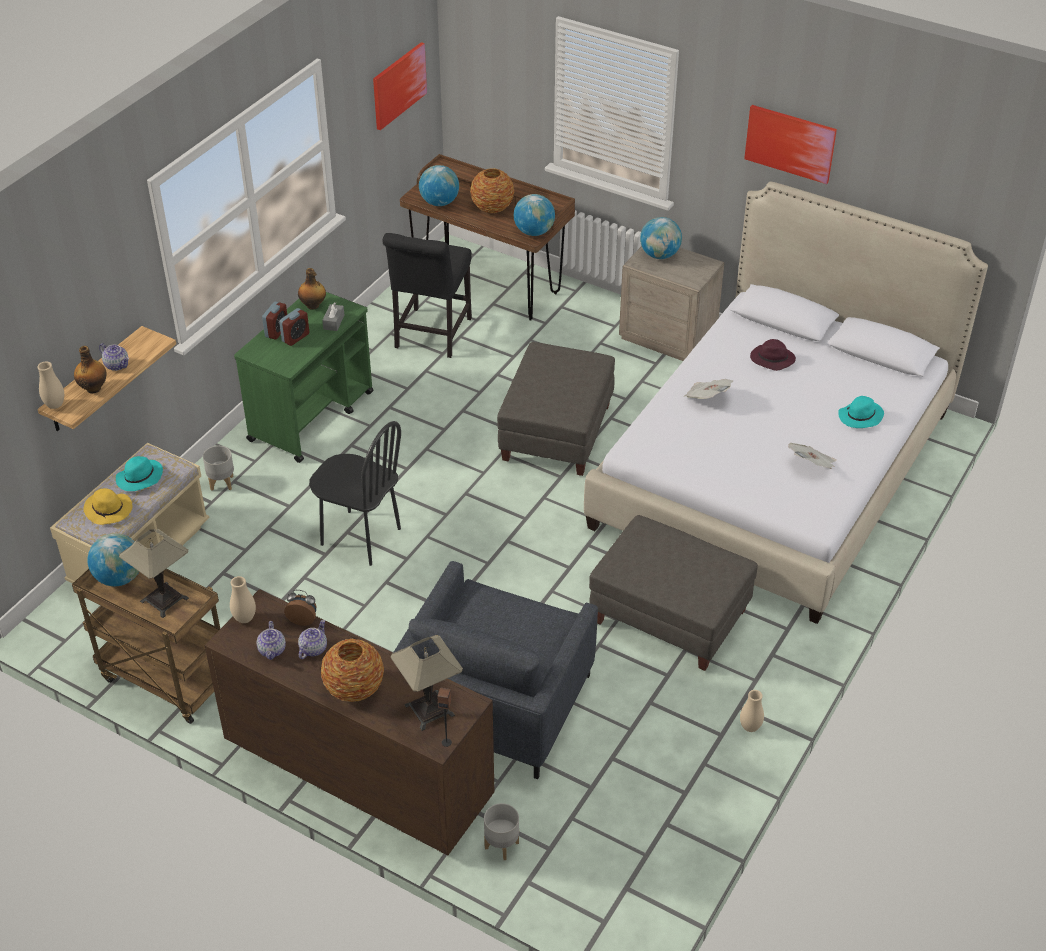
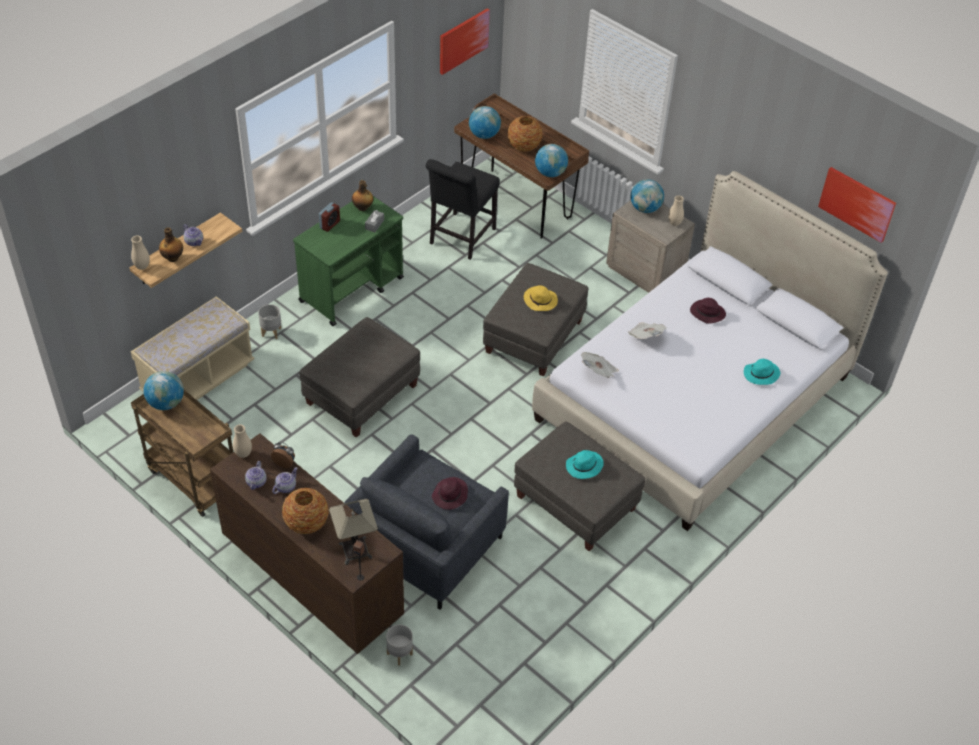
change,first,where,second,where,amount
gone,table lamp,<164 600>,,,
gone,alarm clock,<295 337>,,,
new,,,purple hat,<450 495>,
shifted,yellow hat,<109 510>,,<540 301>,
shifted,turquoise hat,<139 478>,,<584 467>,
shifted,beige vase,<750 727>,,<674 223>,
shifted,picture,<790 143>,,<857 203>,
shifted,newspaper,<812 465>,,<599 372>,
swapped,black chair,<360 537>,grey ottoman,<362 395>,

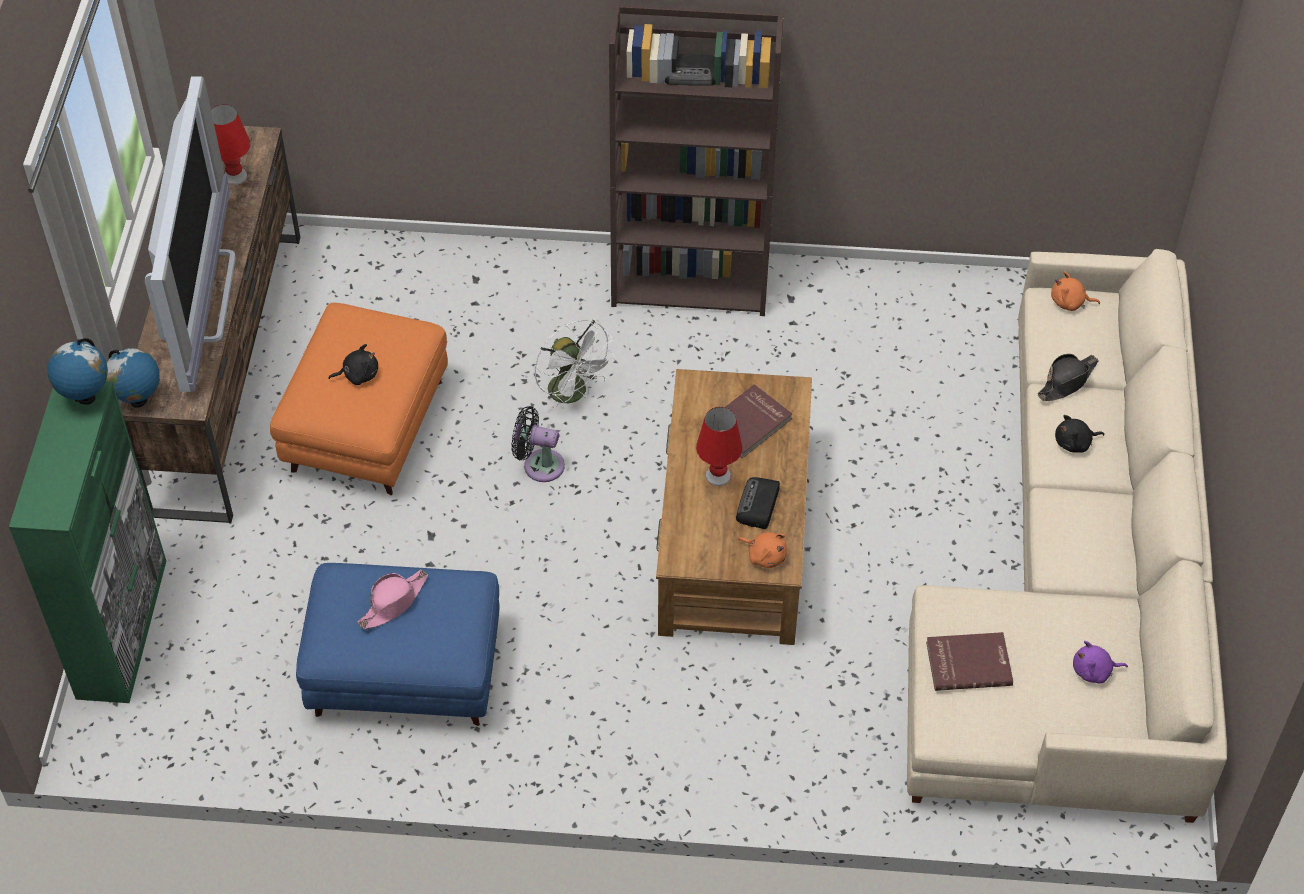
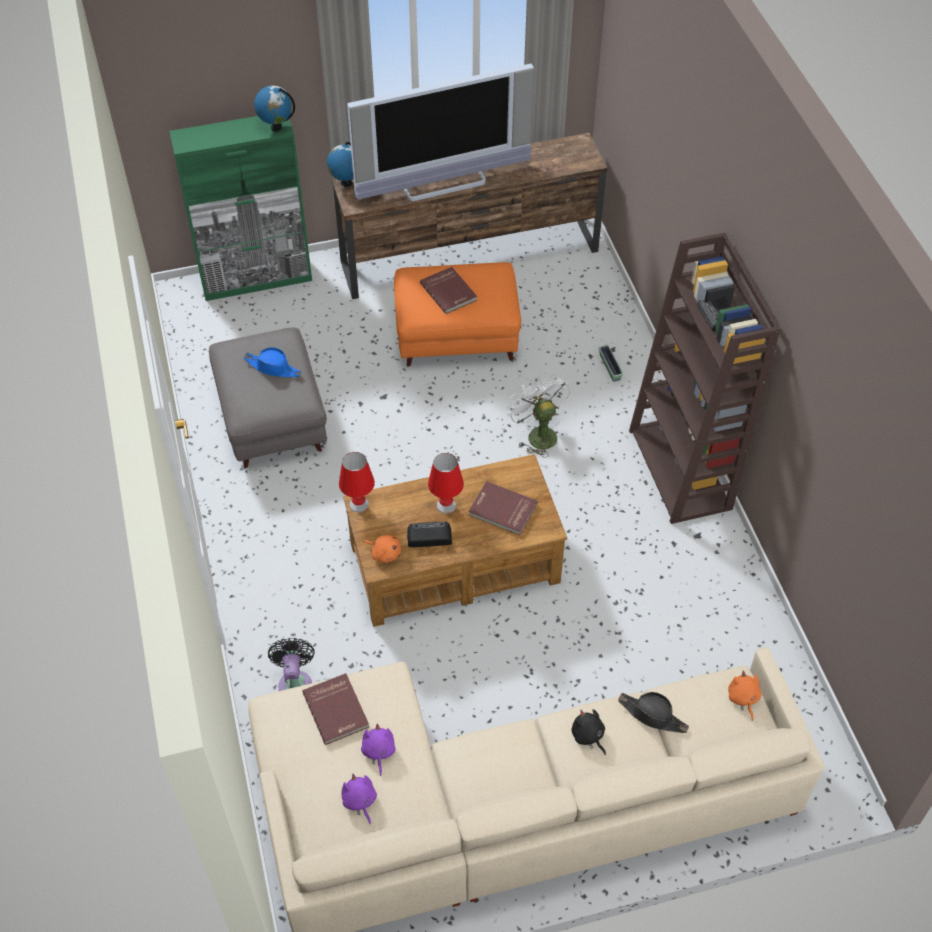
change,first,where,second,where,amount
new,,,purple plush toy,<378 752>,
new,,,planter,<609 367>,
shifted,red table lamp,<235 176>,,<358 504>,
shifted,black fan,<539 465>,,<295 682>,
swapped,black plush toy,<358 374>,red book,<449 292>,
repainted,blue ottoman,<404 673>,grey ottoman,<271 418>,
repainted,pink hat,<394 602>,blue hat,<273 368>,
rotated,white fan,<574 394>,,<538 434>,120 degrees clockwise
rotated,orange plush toy,<765 556>,,<385 553>,75 degrees counterclockwise

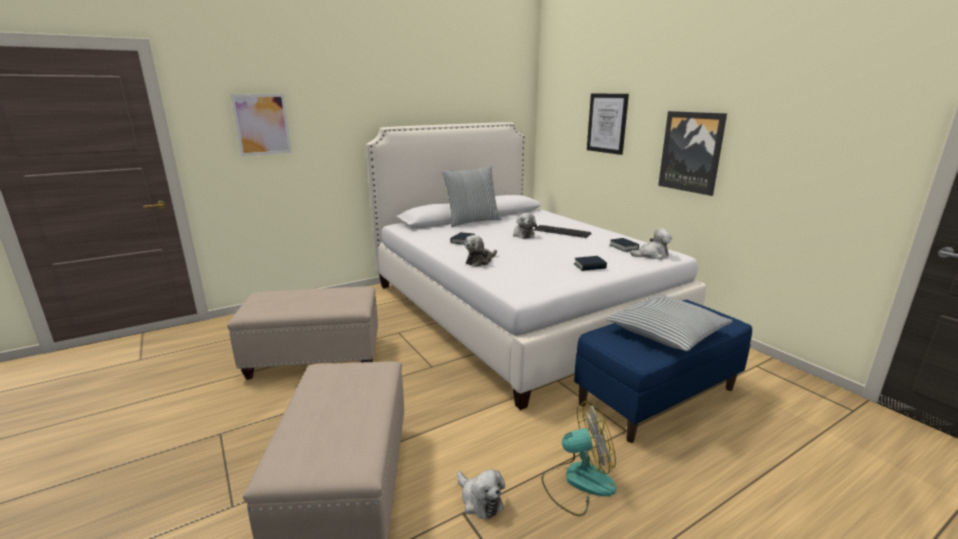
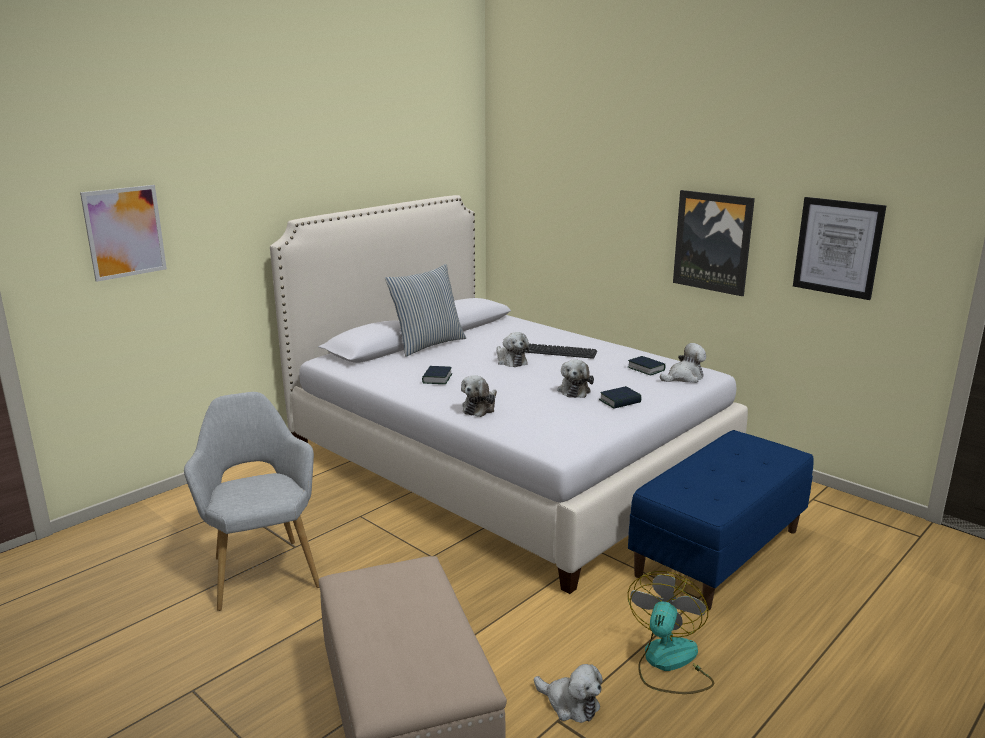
change,first,where,second,where,amount
gone,pillow,<666 332>,,,
new,,,plush toy,<574 390>,
shifted,picture,<607 123>,,<838 247>,
swapped,beige ottoman,<315 358>,grey armchair,<262 569>,
rotated,fan,<578 482>,,<668 663>,45 degrees counterclockwise

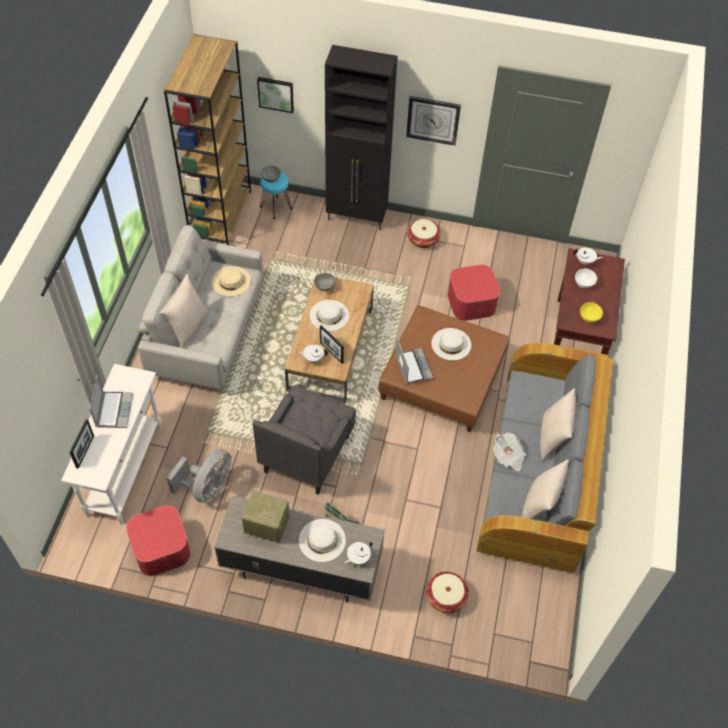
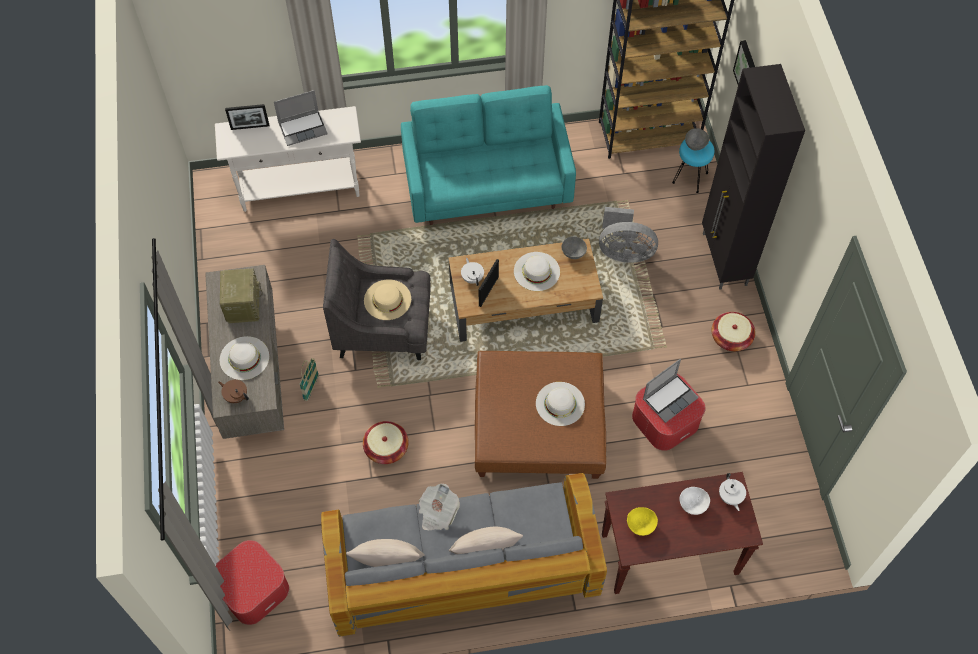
change,first,where,second,where,amount
gone,beige pillow,<187 327>,,,
gone,wall clock,<433 120>,,,
shifted,ottoman,<161 548>,,<253 588>,
shifted,grey fan,<207 487>,,<623 252>,
shifted,beige hat,<231 281>,,<387 299>,
shifted,laptop,<412 367>,,<670 398>,
shifted,basket,<446 597>,,<386 448>,
repainted,grey sofa,<208 333>,turquoise sofa,<488 187>,
repainted,white teapot,<358 558>,brown teapot,<236 396>,

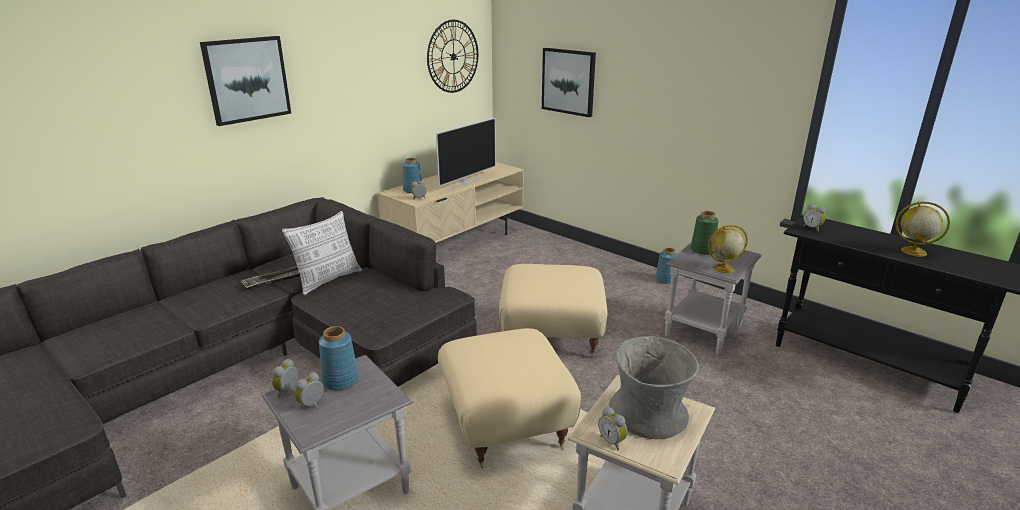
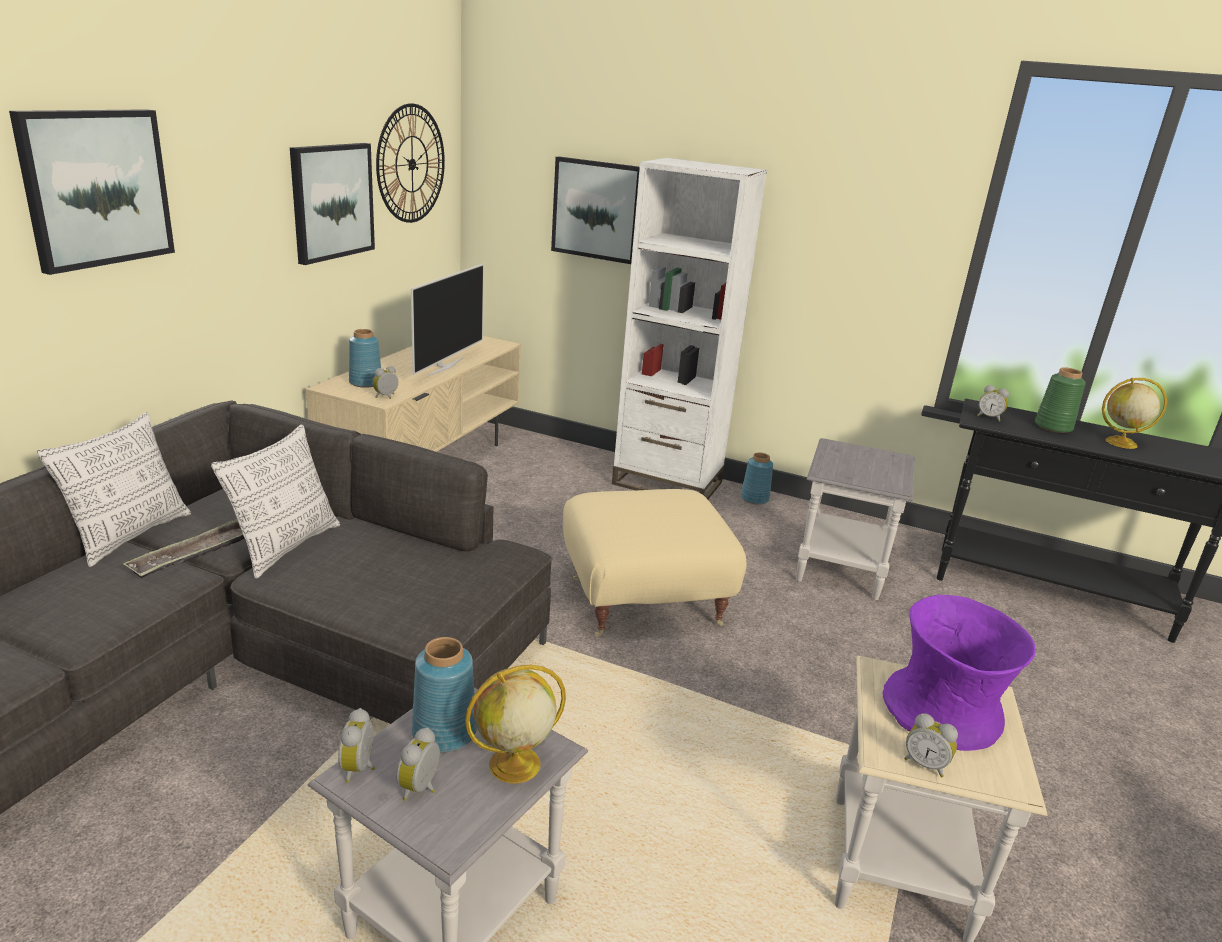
change,first,where,second,where,amount
gone,beige ottoman,<506 424>,,,
new,,,pillow,<130 535>,
new,,,picture,<332 201>,
new,,,white bookcase,<667 483>,
shifted,green vase,<702 250>,,<1052 426>,
shifted,globe,<723 269>,,<513 765>,
repainted,grey vase,<648 416>,purple vase,<943 714>,

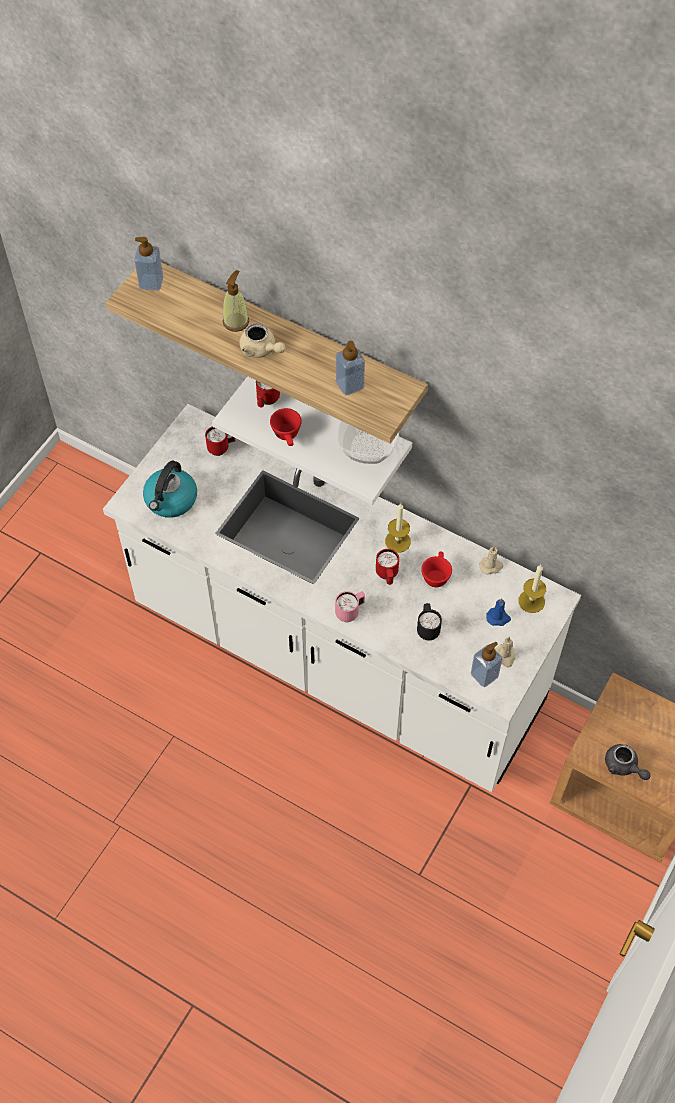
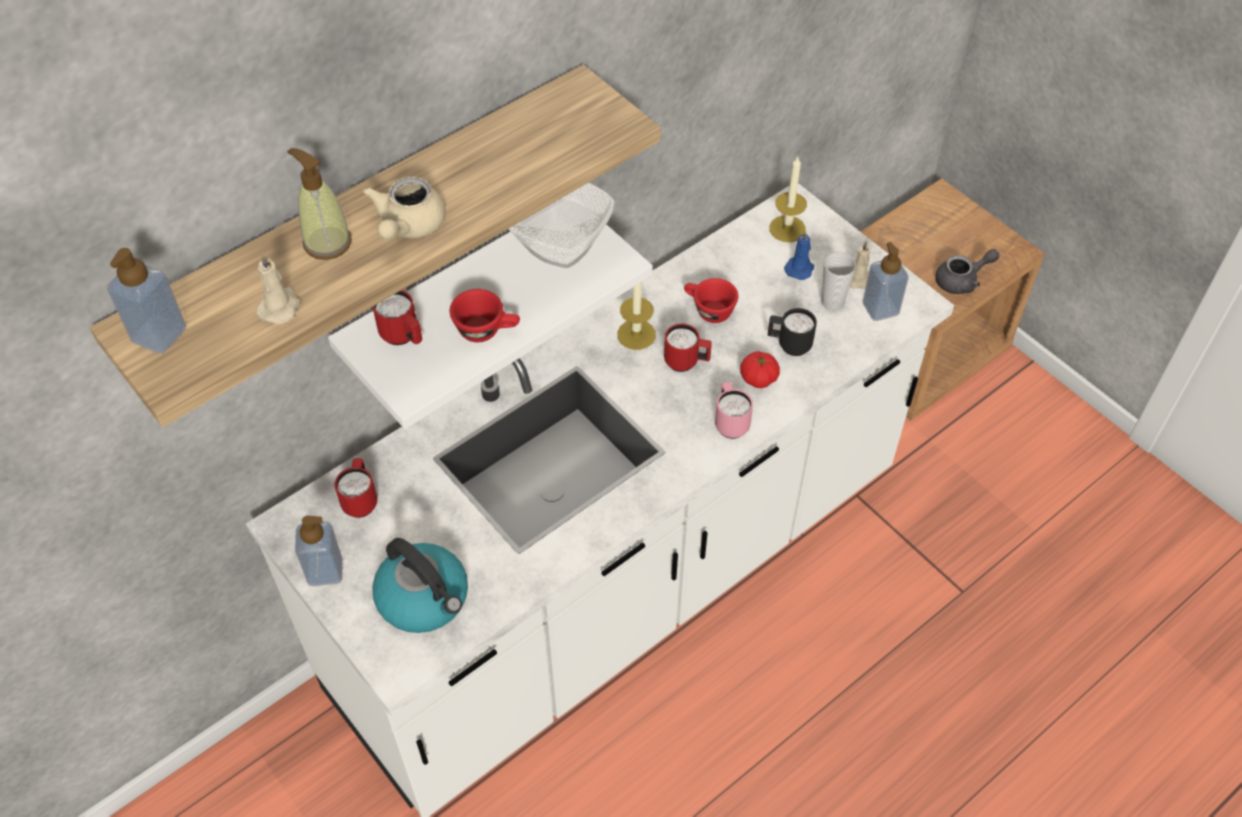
change,first,where,second,where,amount
new,,,tomato,<758 378>,
new,,,cup,<832 302>,
shifted,soap dispenser,<349 385>,,<325 571>,
shifted,beige candle,<491 566>,,<280 306>,
rotated,beige teapot,<261 350>,,<408 226>,135 degrees clockwise

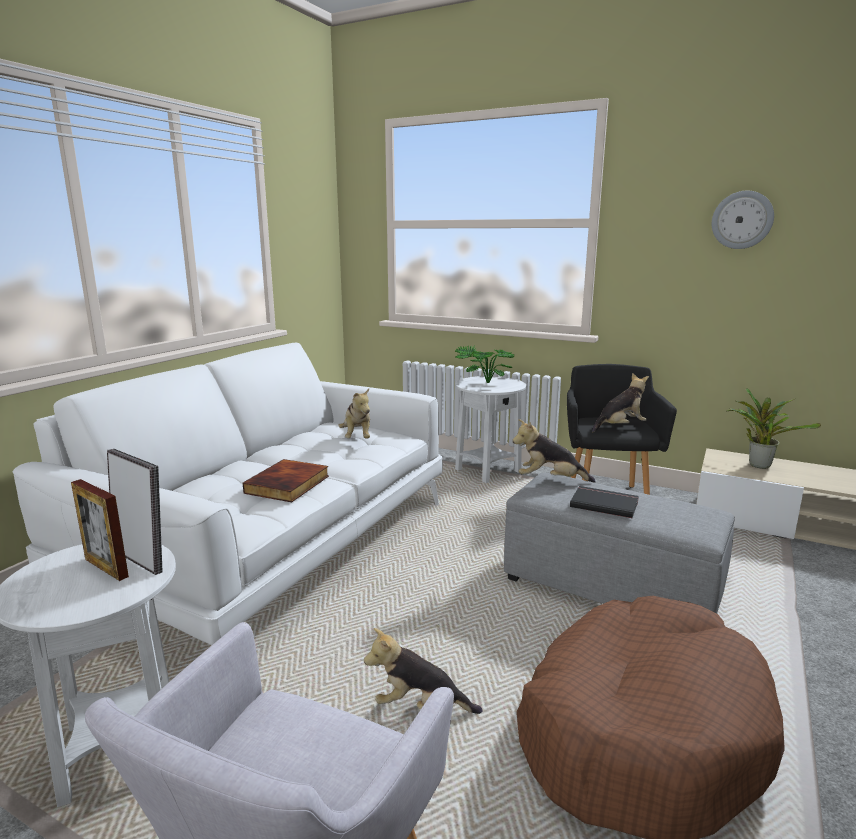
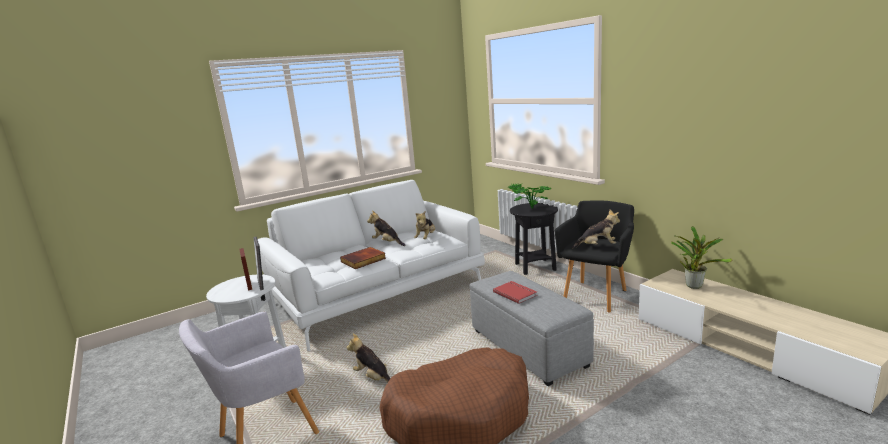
change,first,where,second,where,amount
gone,wall clock,<742 220>,,,
shifted,plush toy,<550 480>,,<387 243>,
repainted,white side table,<487 471>,black side table,<535 267>,
repainted,black book,<604 503>,red book,<515 293>,

